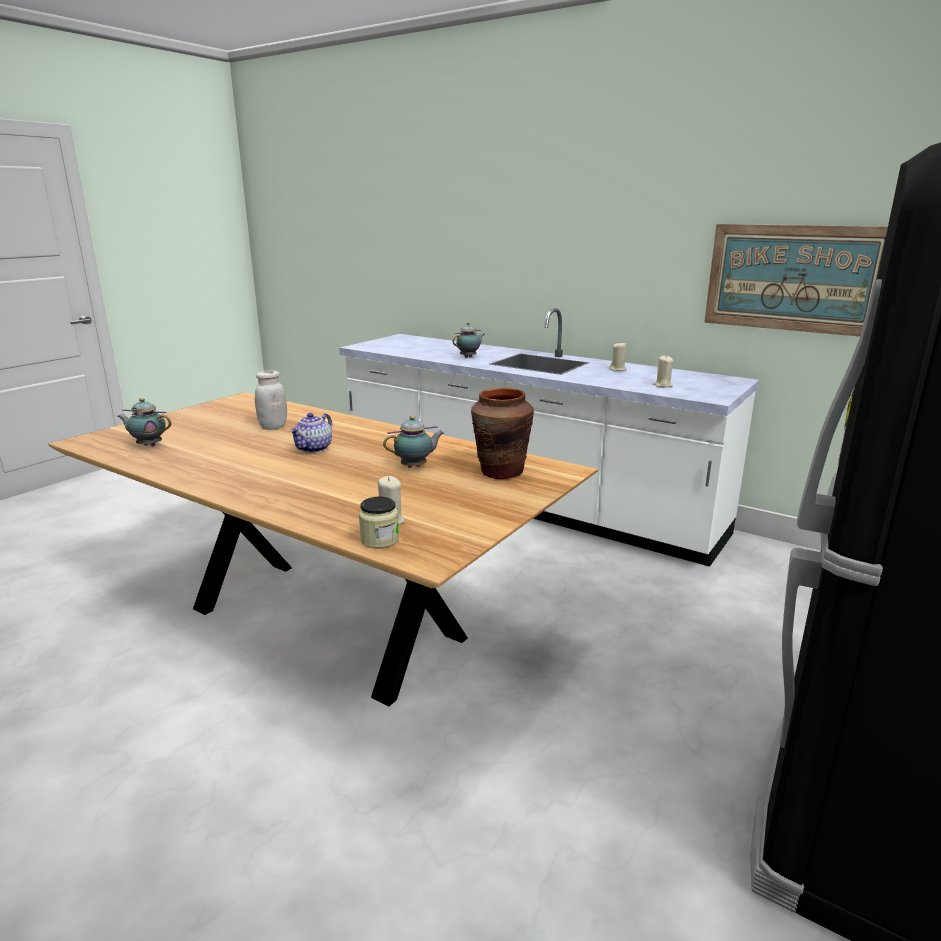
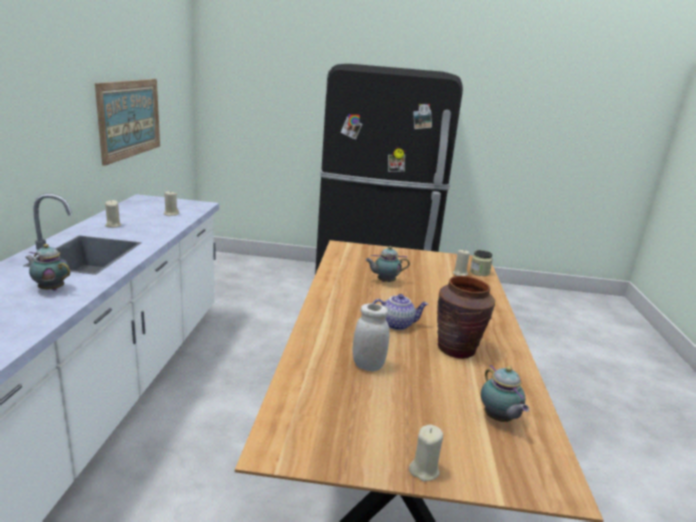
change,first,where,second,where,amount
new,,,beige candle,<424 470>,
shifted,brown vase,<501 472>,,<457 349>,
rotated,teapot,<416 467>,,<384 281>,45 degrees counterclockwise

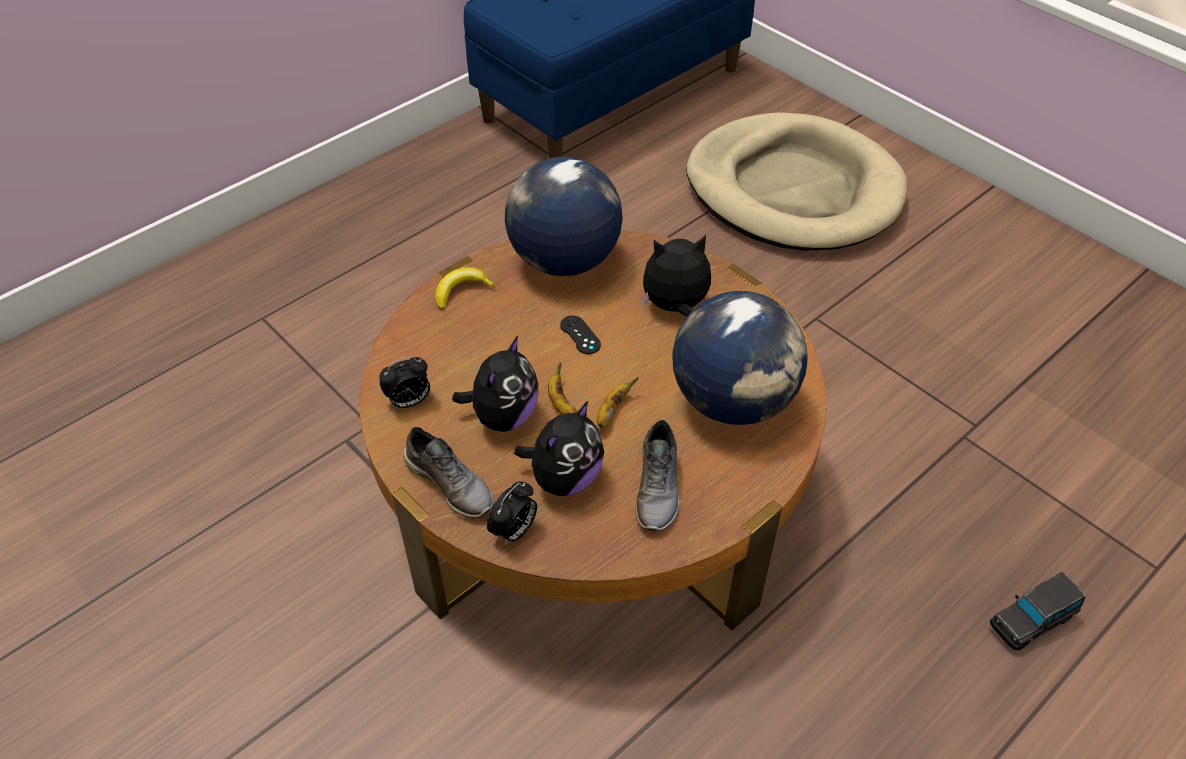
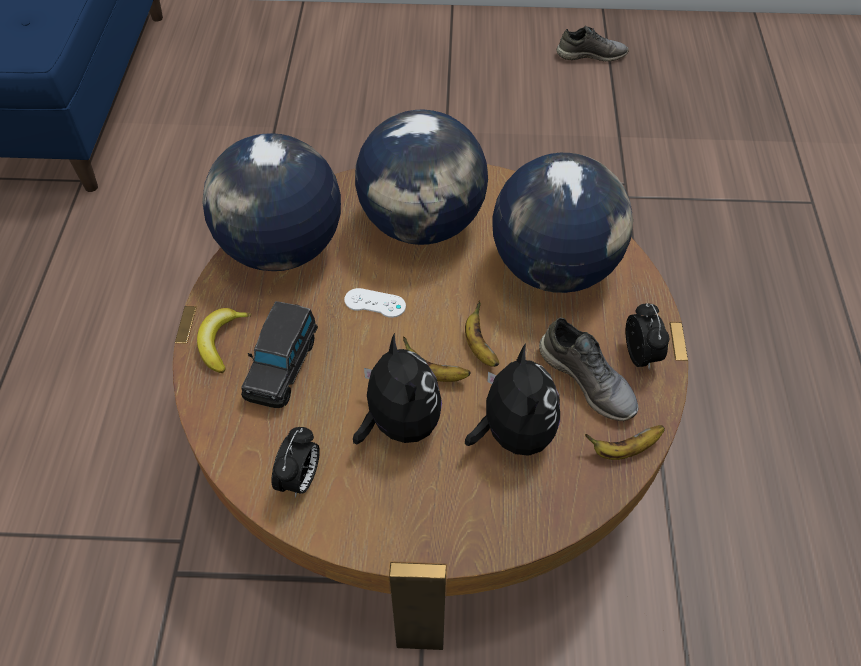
change,first,where,second,where,amount
gone,beige dog bed,<793 190>,,,
new,,,banana,<624 450>,
shifted,grey shoe,<451 483>,,<591 54>,
shifted,alarm clock,<514 531>,,<641 356>,
shifted,black toy car,<1033 620>,,<283 366>,
swapped,plush toy,<675 307>,globe,<421 225>,
repainted,black game controller,<580 335>,white game controller,<375 303>,

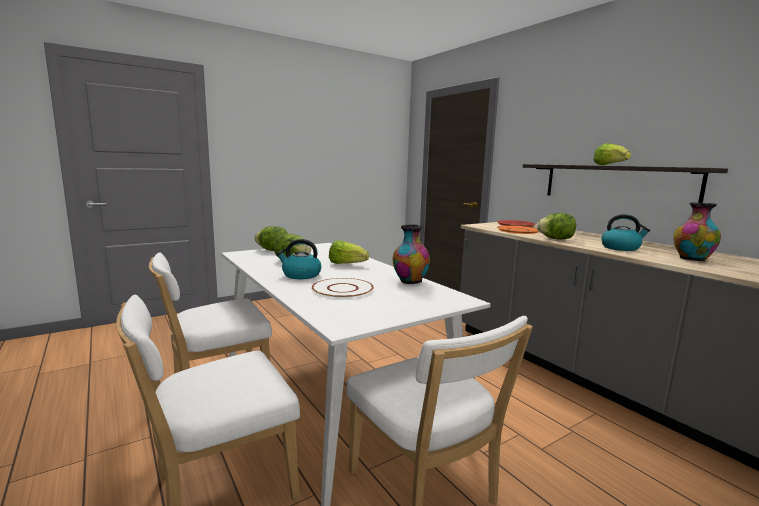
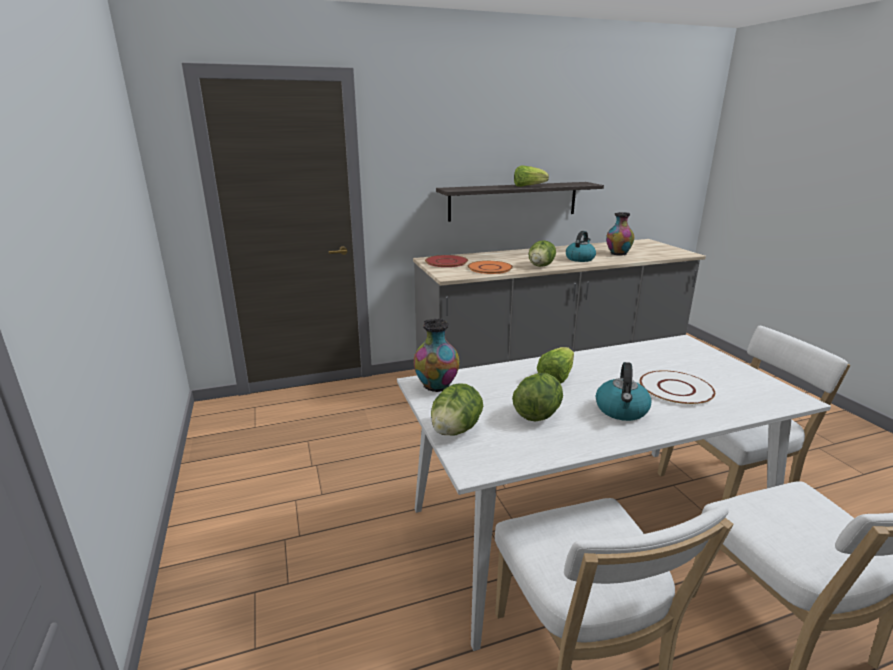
change,first,where,second,where,amount
shifted,vase,<410 281>,,<436 387>,

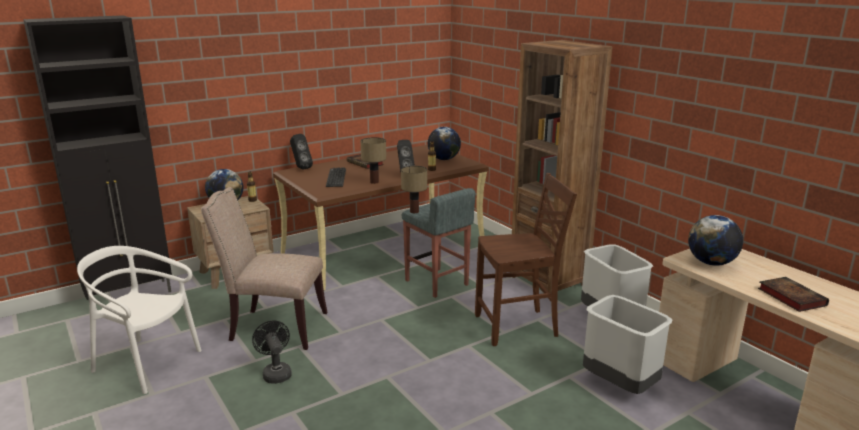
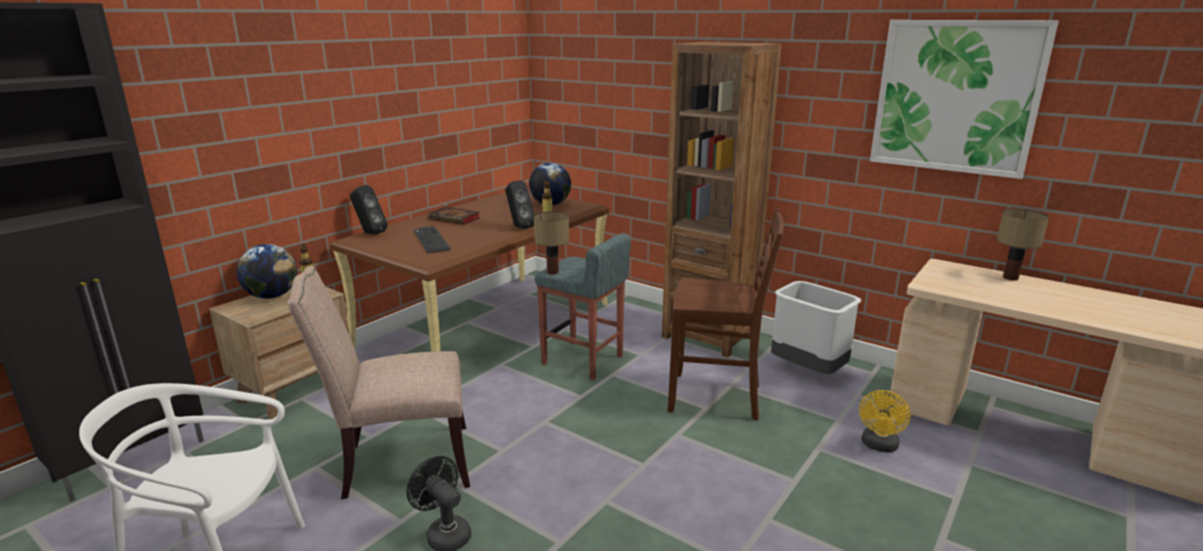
change,first,where,second,where,amount
gone,globe,<711 263>,,,
gone,book,<789 296>,,,
new,,,picture,<956 97>,
shifted,table lamp,<374 182>,,<1010 277>,
swapped,grey trash can,<620 385>,yellow fan,<879 446>,
rotated,brown chair,<518 327>,,<717 398>,45 degrees clockwise

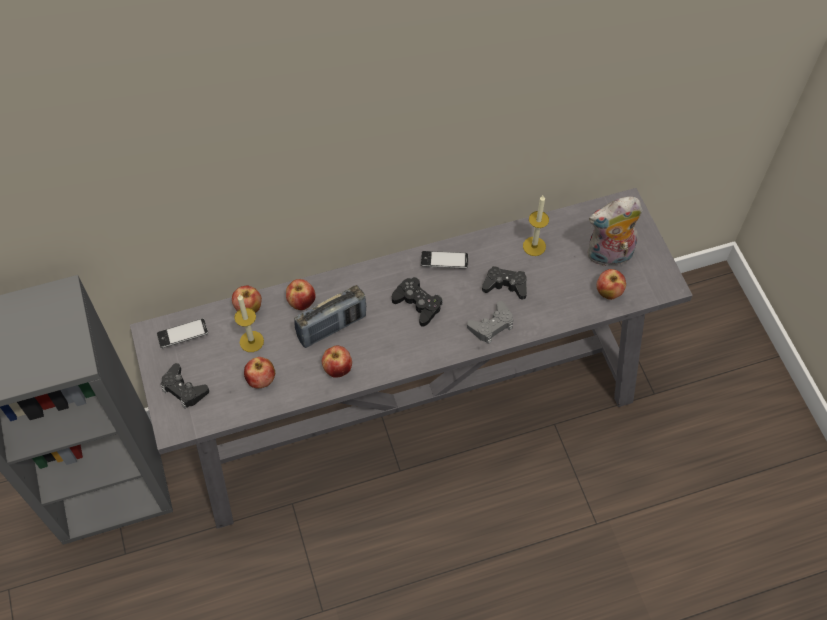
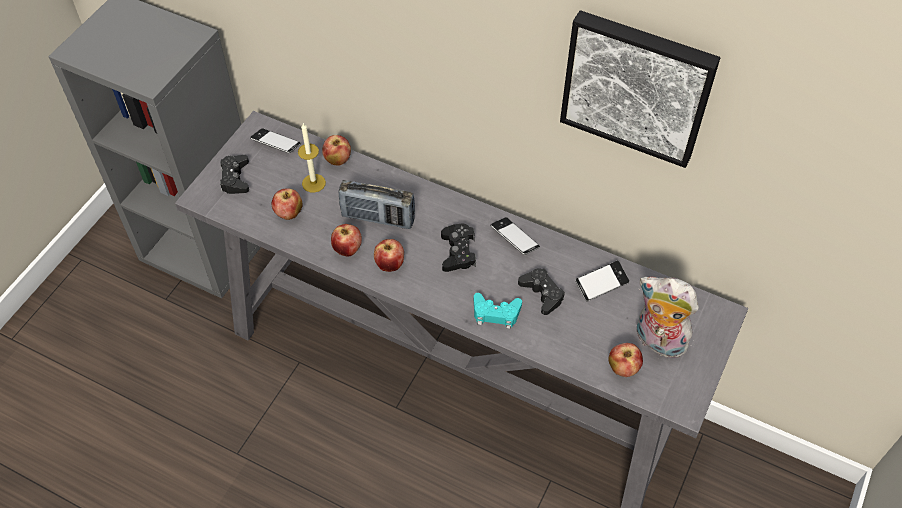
change,first,where,second,where,amount
new,,,picture,<637 86>,
shifted,apple,<302 302>,,<390 265>,
swapped,candle,<534 246>,phone,<601 283>,
repainted,grey game controller,<491 325>,turquoise game controller,<496 313>,

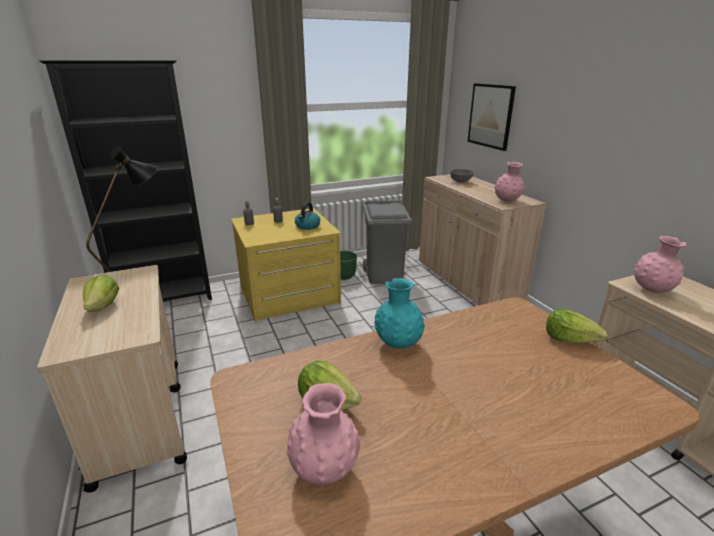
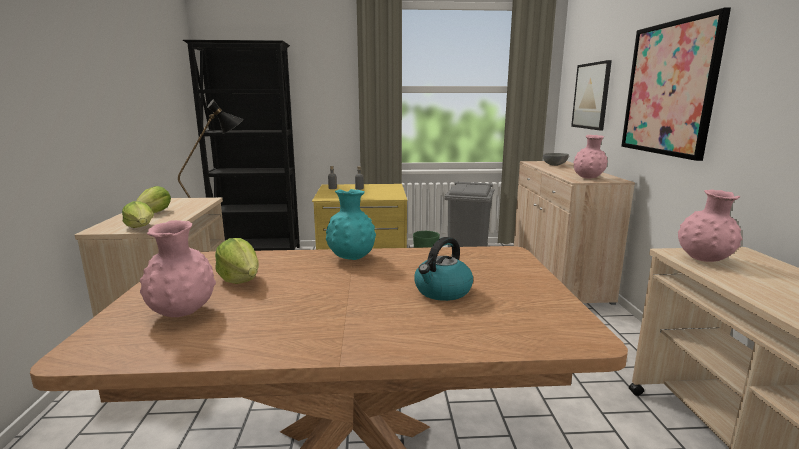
change,first,where,second,where,amount
new,,,picture,<669 89>,
shifted,kettle,<307 226>,,<442 291>,
shifted,lettuce,<570 339>,,<141 227>,

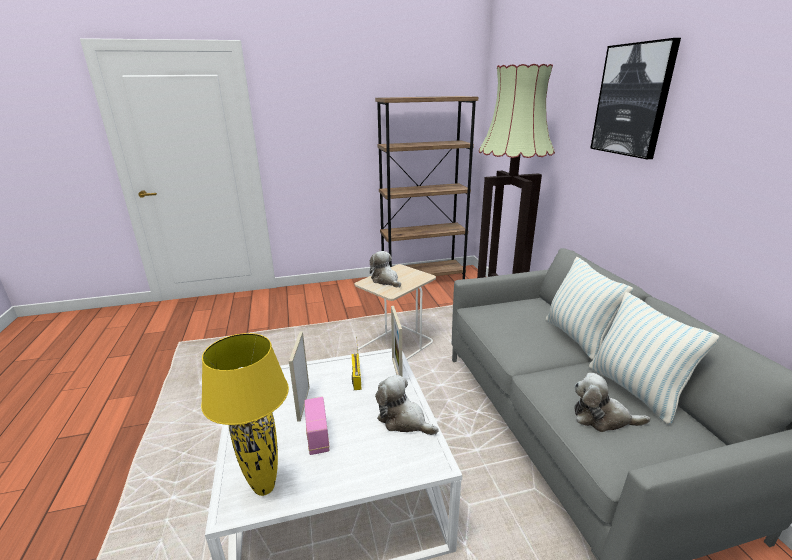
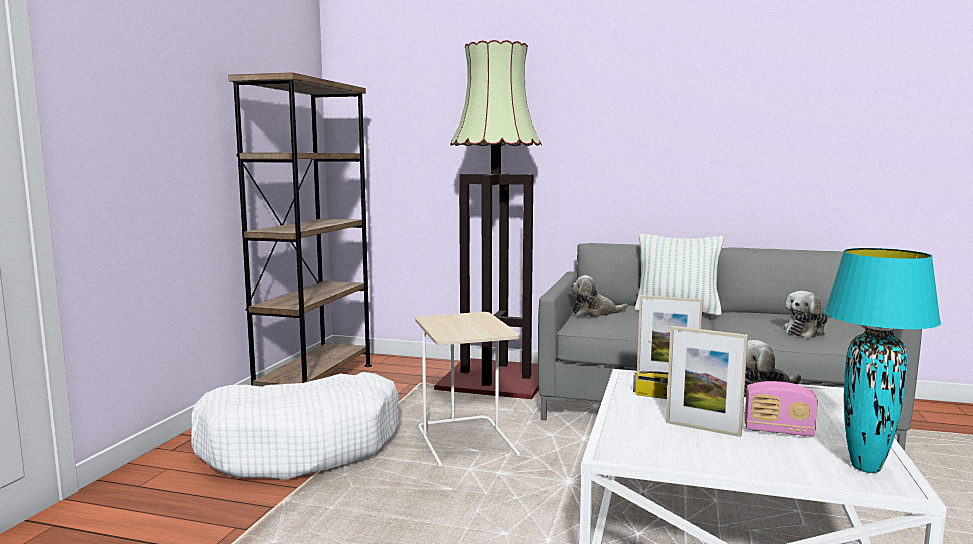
change,first,where,second,where,amount
gone,pillow,<635 390>,,,
gone,picture,<632 100>,,,
new,,,white dog bed,<302 446>,
shifted,plush toy,<386 280>,,<595 313>,
repainted,yellow table lamp,<264 487>,turquoise table lamp,<865 467>,

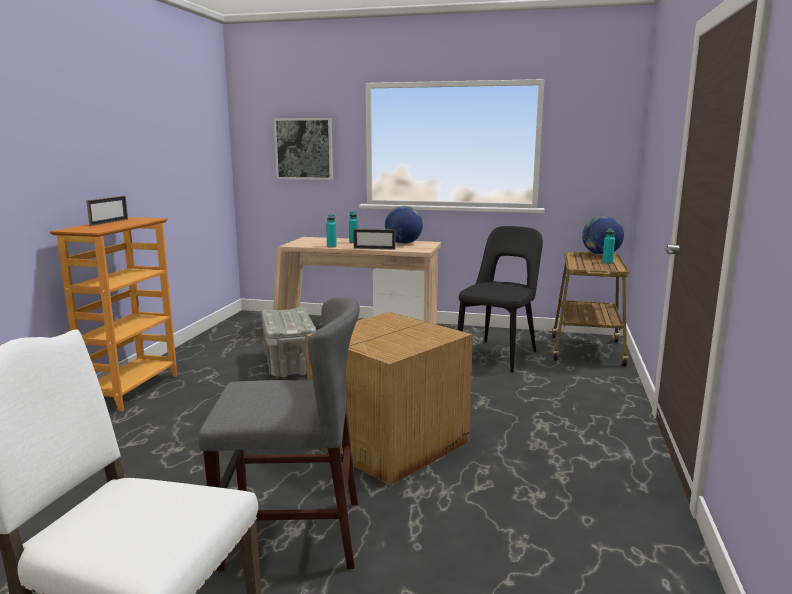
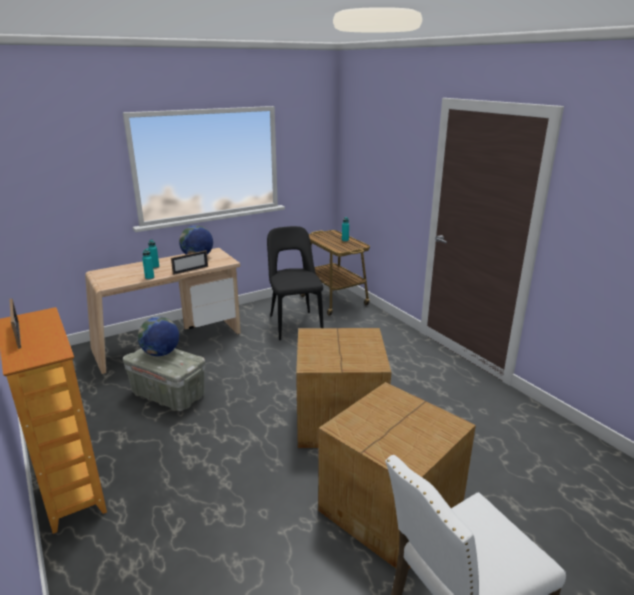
change,first,where,second,where,amount
gone,picture,<304 148>,,,
shifted,globe,<601 254>,,<161 353>,
swapped,grey chair,<292 534>,cardboard box,<393 509>,

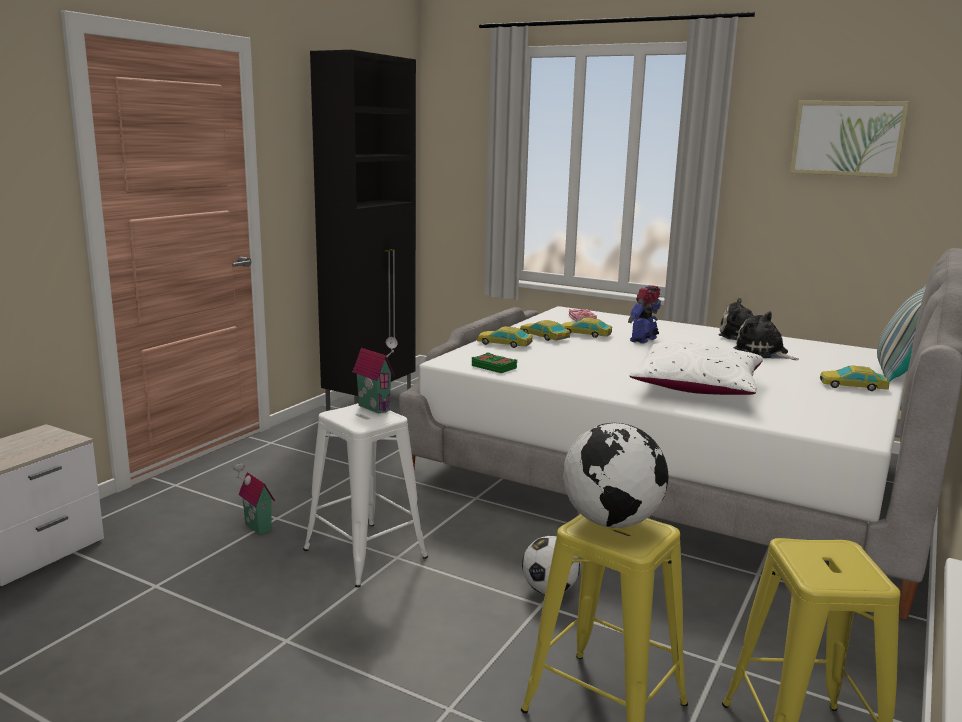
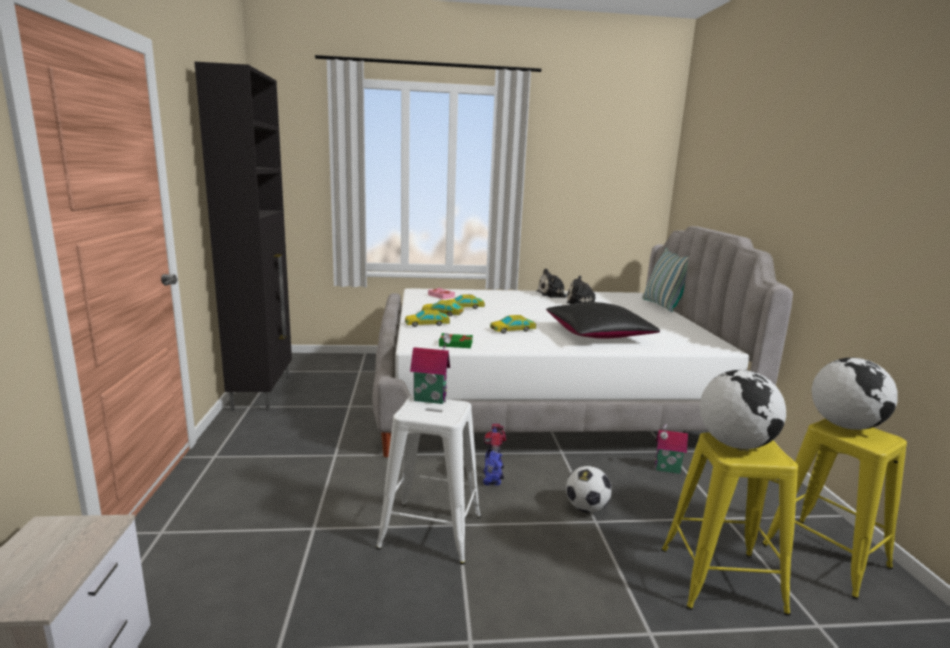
change,first,where,second,where,amount
gone,picture,<847 138>,,,
new,,,globe,<844 426>,
shifted,toy house,<256 528>,,<667 470>,
shifted,toy robot,<644 340>,,<493 477>,
shifted,toy car,<852 386>,,<512 330>,
repainted,white pillow,<696 388>,black pillow,<598 334>,

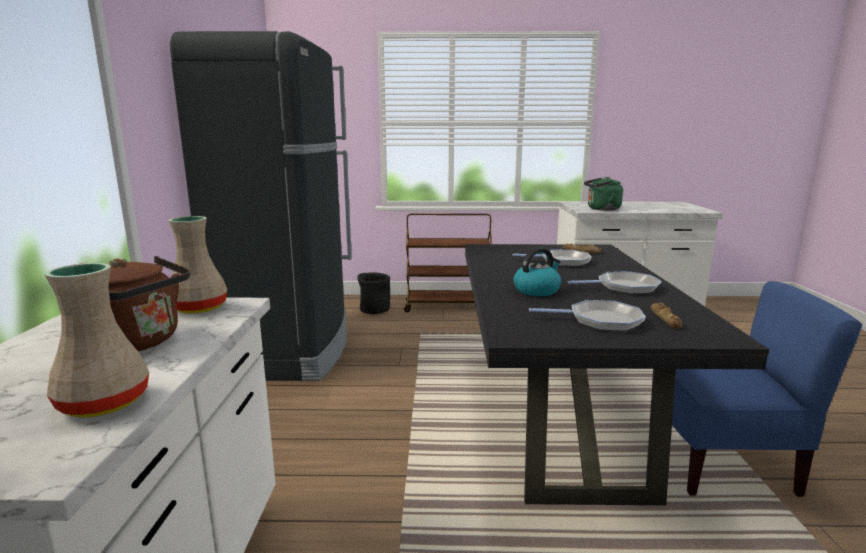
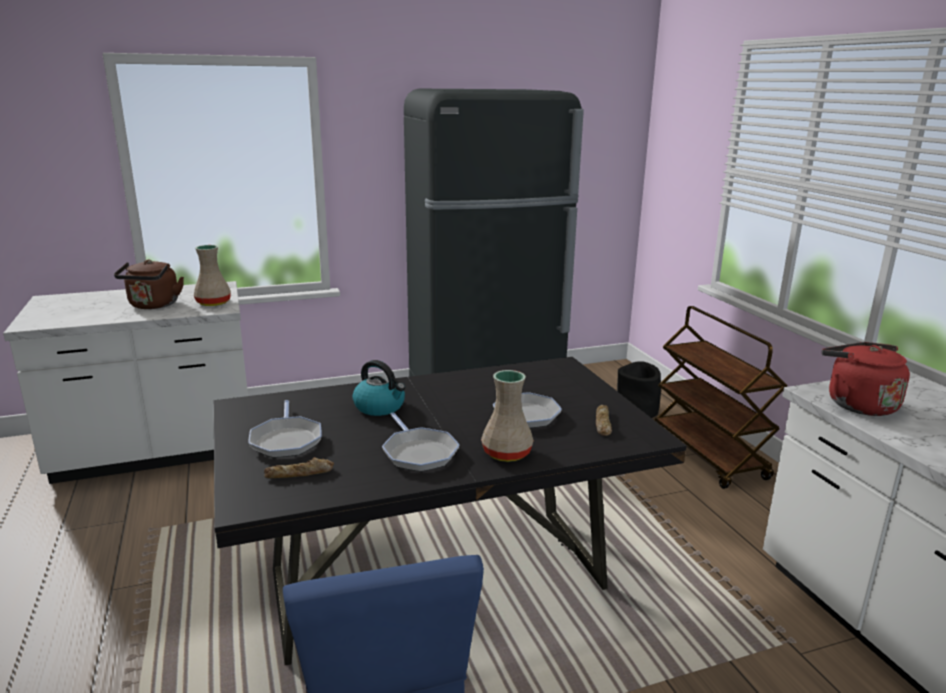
change,first,where,second,where,amount
shifted,beige vase,<102 403>,,<506 452>,
repainted,green kettle,<601 209>,red kettle,<857 404>,

